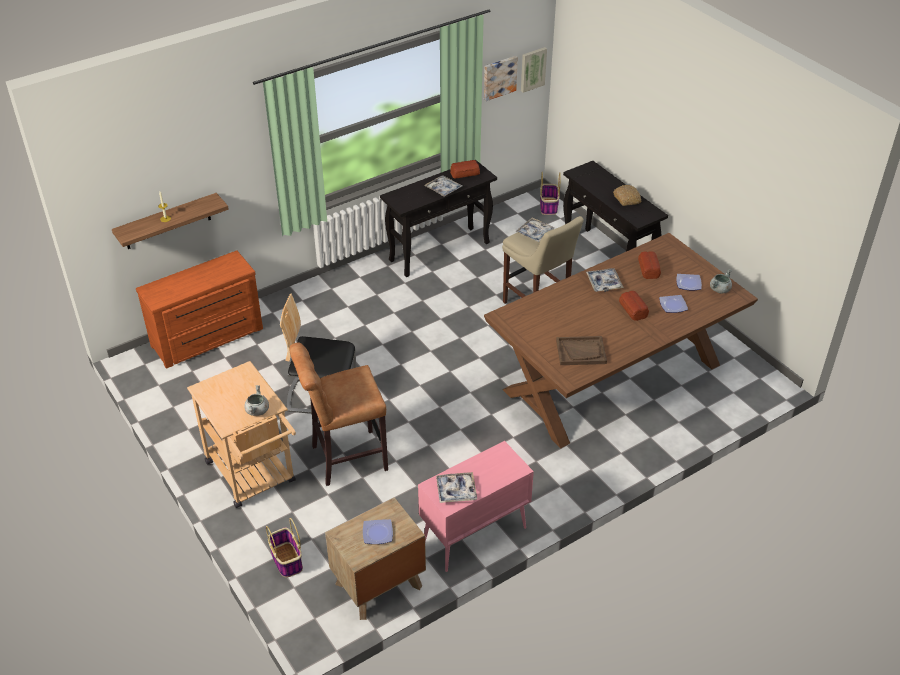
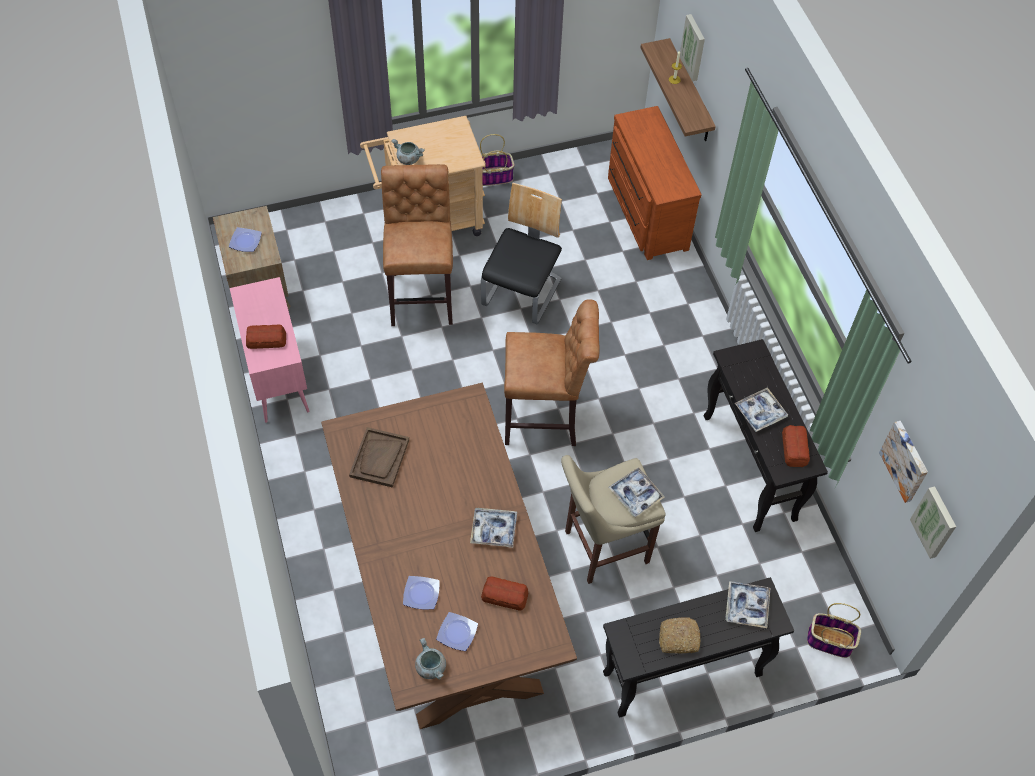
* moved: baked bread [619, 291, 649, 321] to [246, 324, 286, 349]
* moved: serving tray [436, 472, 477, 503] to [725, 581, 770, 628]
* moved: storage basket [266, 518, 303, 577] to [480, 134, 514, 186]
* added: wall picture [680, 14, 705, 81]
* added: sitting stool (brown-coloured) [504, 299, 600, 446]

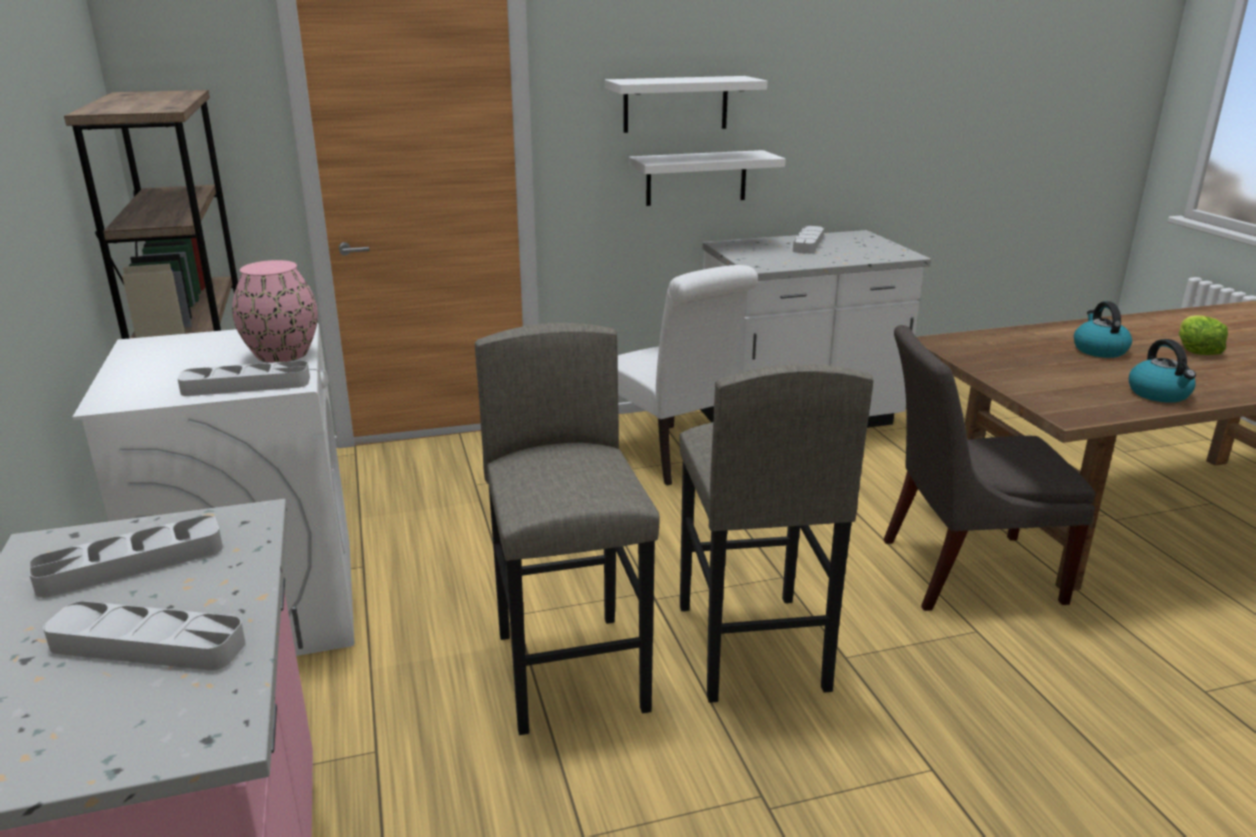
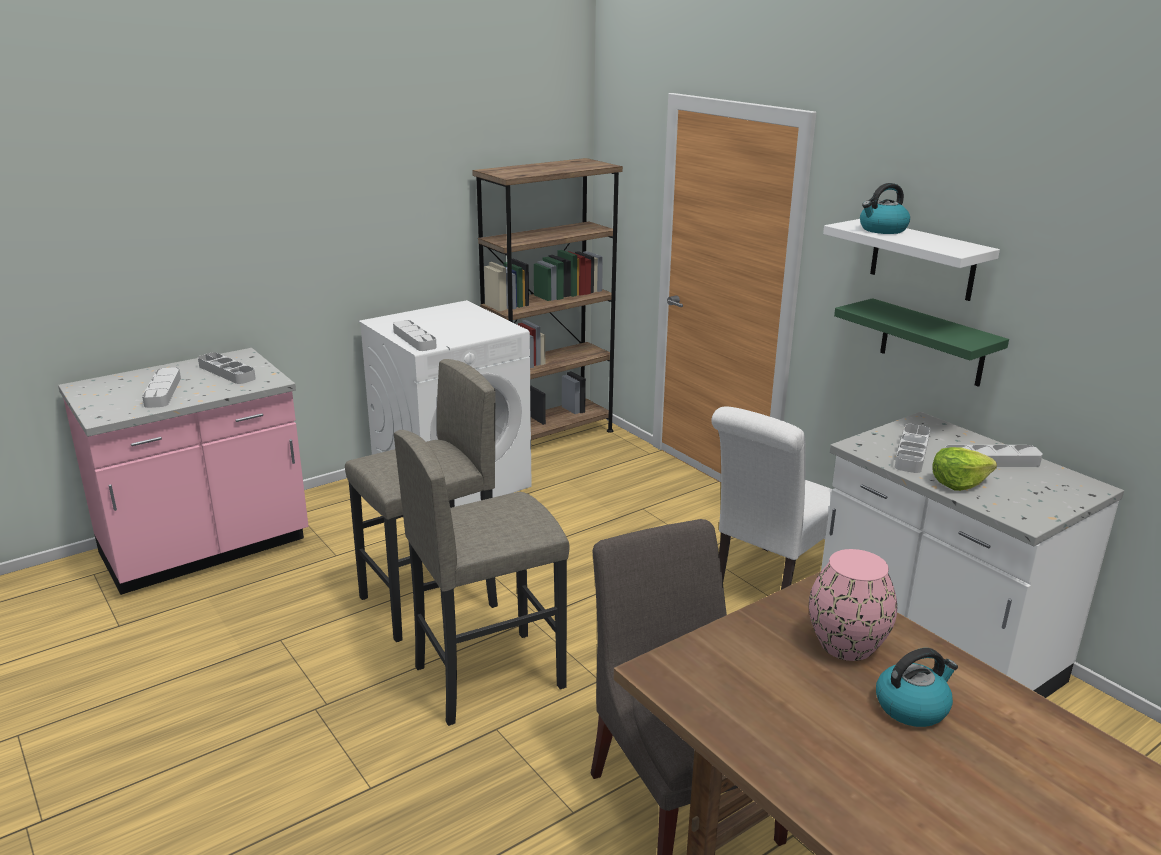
* recoloured: wall shelf (whitish) [629, 150, 786, 206] to wall shelf (green-coloured) [834, 298, 1009, 387]
* moved: vase (pink-coloured) [232, 260, 318, 363] to [809, 549, 897, 661]
* moved: lettuce [1178, 315, 1228, 355] to [932, 447, 997, 491]
* moved: kettle [1129, 339, 1196, 403] to [860, 183, 910, 234]
* added: serving tray (gray) [895, 424, 930, 473]

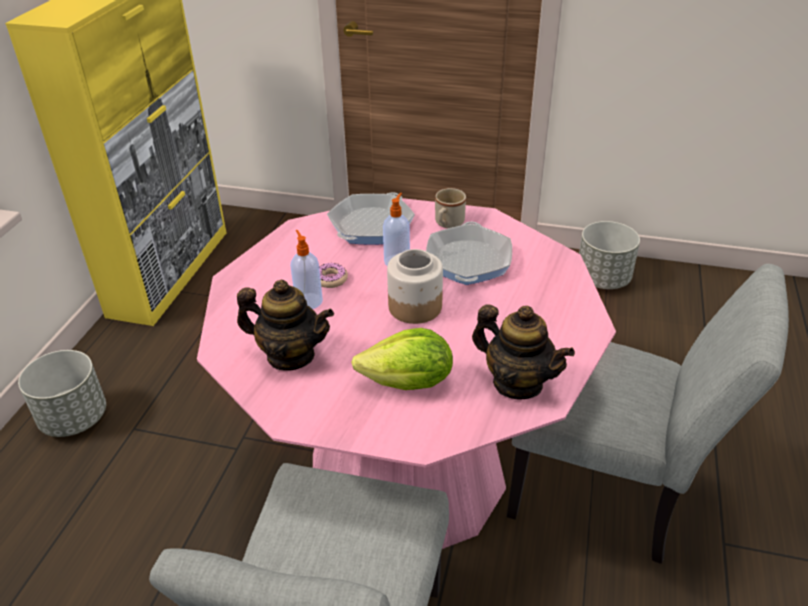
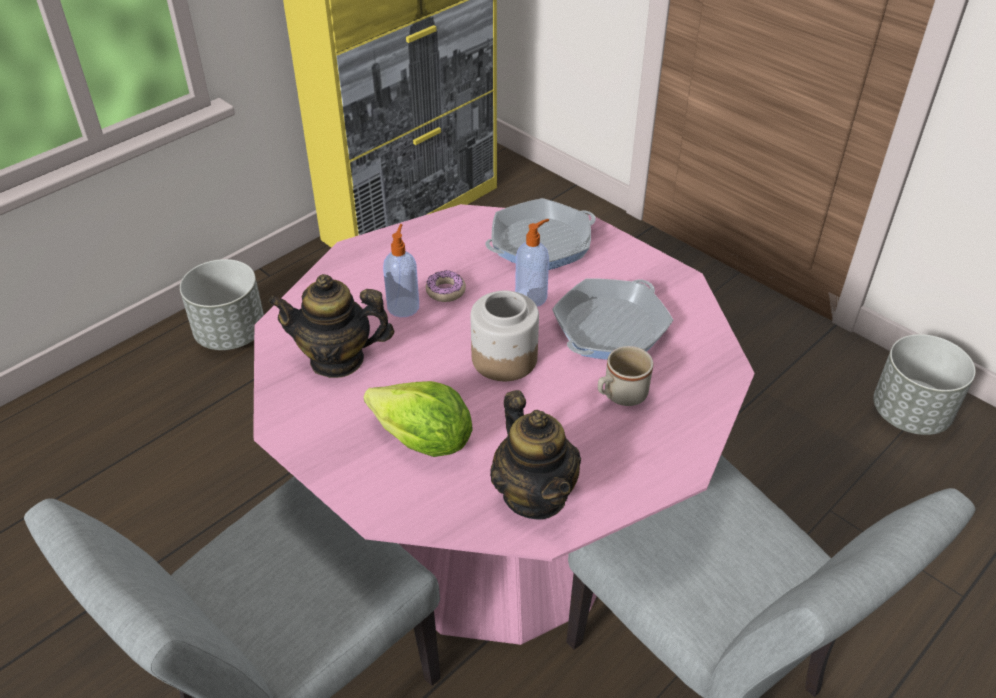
* moved: tea mug (beige) [435, 188, 466, 228] to [598, 346, 653, 406]
* turned: tea pot [237, 280, 334, 371] = [268, 274, 394, 378] 135 degrees clockwise

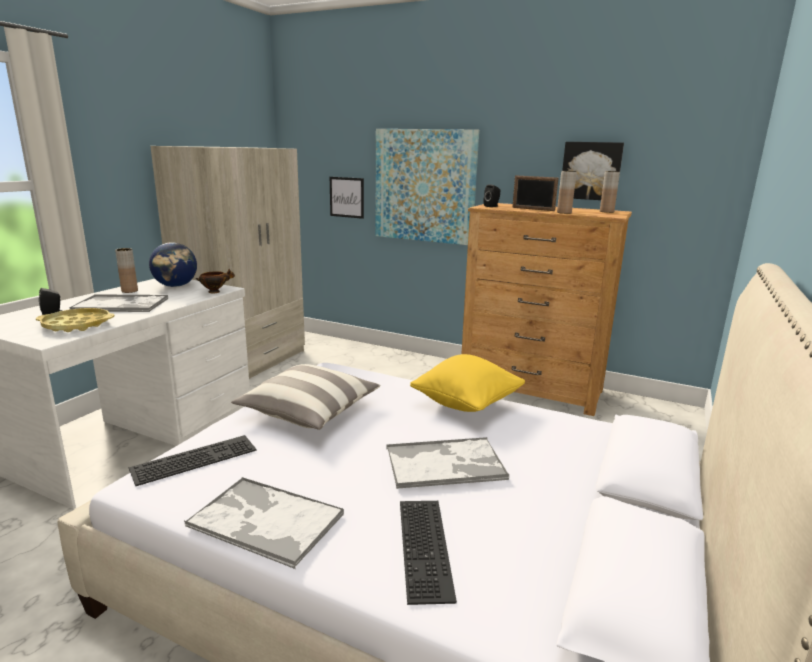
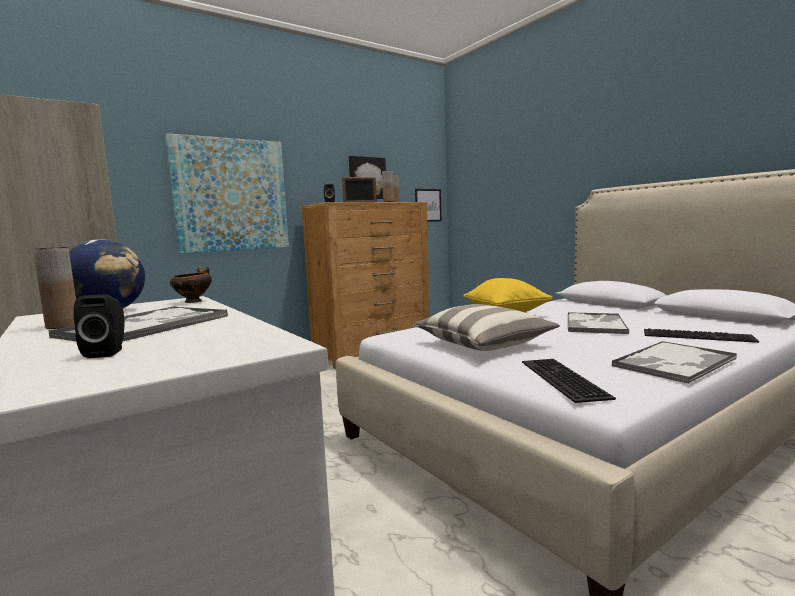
* moved: wall picture [330, 177, 364, 219] to [415, 189, 442, 222]
* removed: serving tray (yellowish) [36, 308, 115, 332]

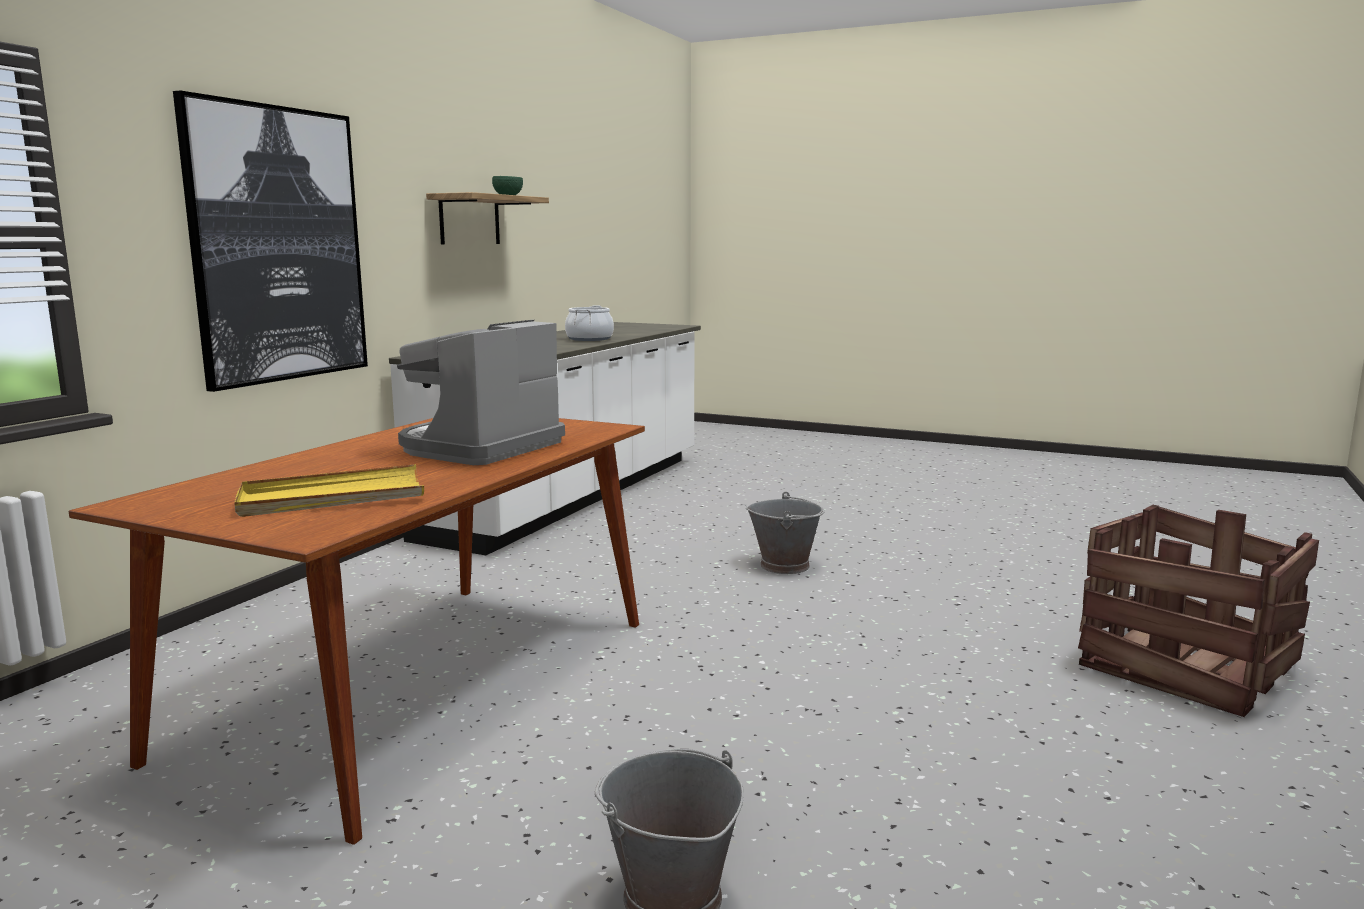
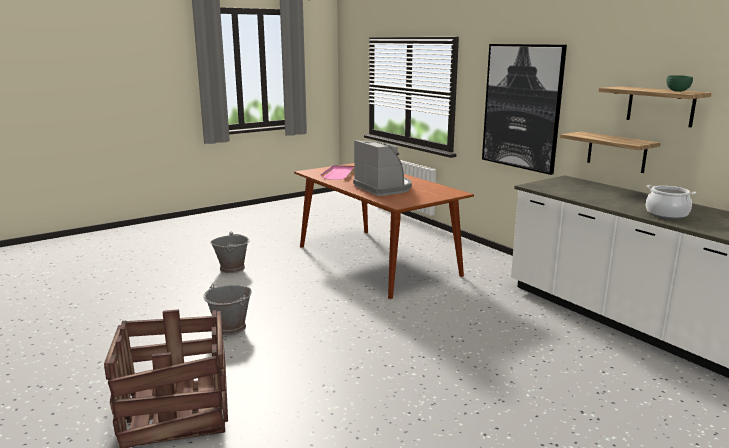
* recoloured: serving tray (yellowish) [234, 464, 424, 517] to serving tray (pink-coloured) [320, 165, 354, 180]
* moved: pail (gray) [746, 492, 825, 574] to [203, 284, 252, 335]
* added: wall shelf [560, 131, 660, 173]

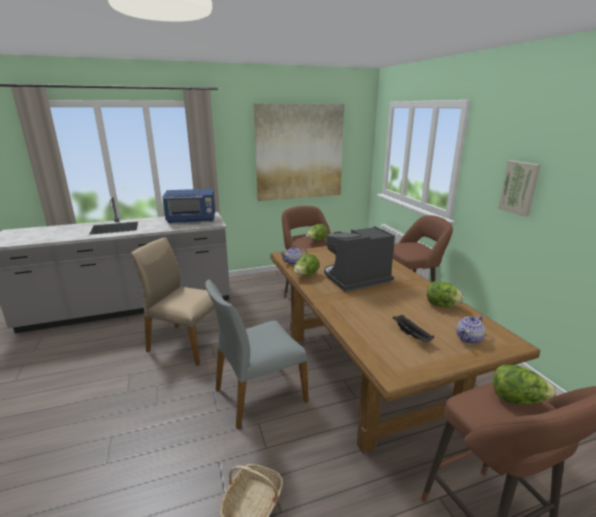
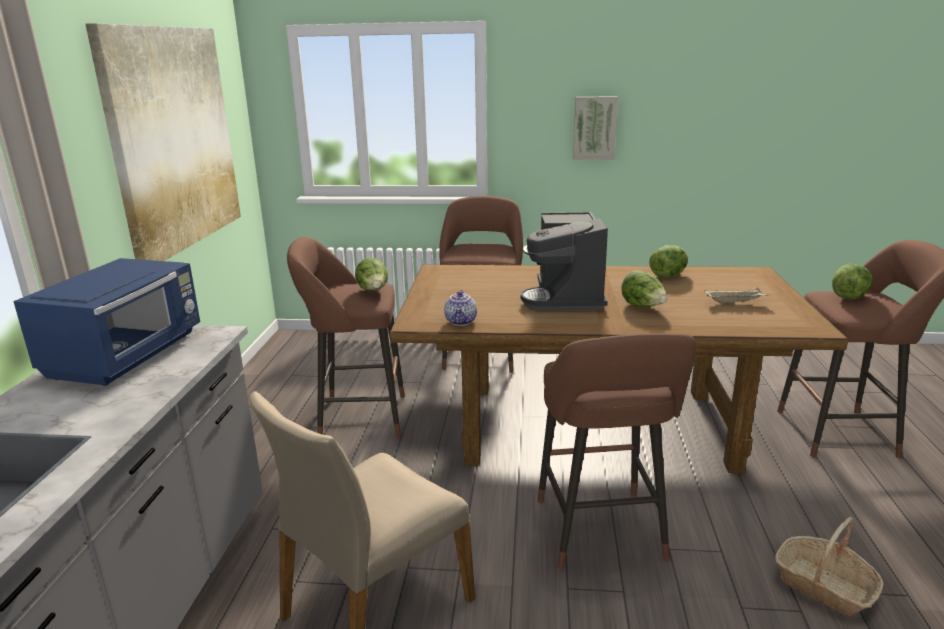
* moved: lettuce [294, 254, 320, 276] to [621, 270, 667, 307]
* replaced: chair (gray) [205, 279, 309, 429] to sitting stool (brown-coloured) [538, 333, 696, 569]
* recoloured: serving tray (black-coloured) [393, 315, 434, 342] to serving tray (beige) [704, 288, 769, 305]
* removed: tea pot [456, 315, 485, 344]

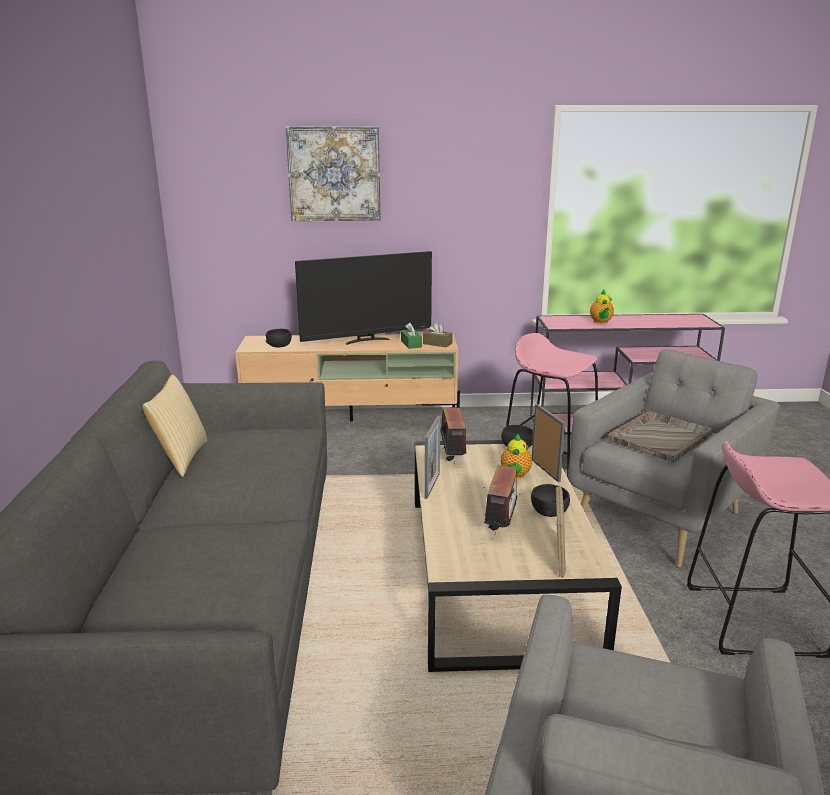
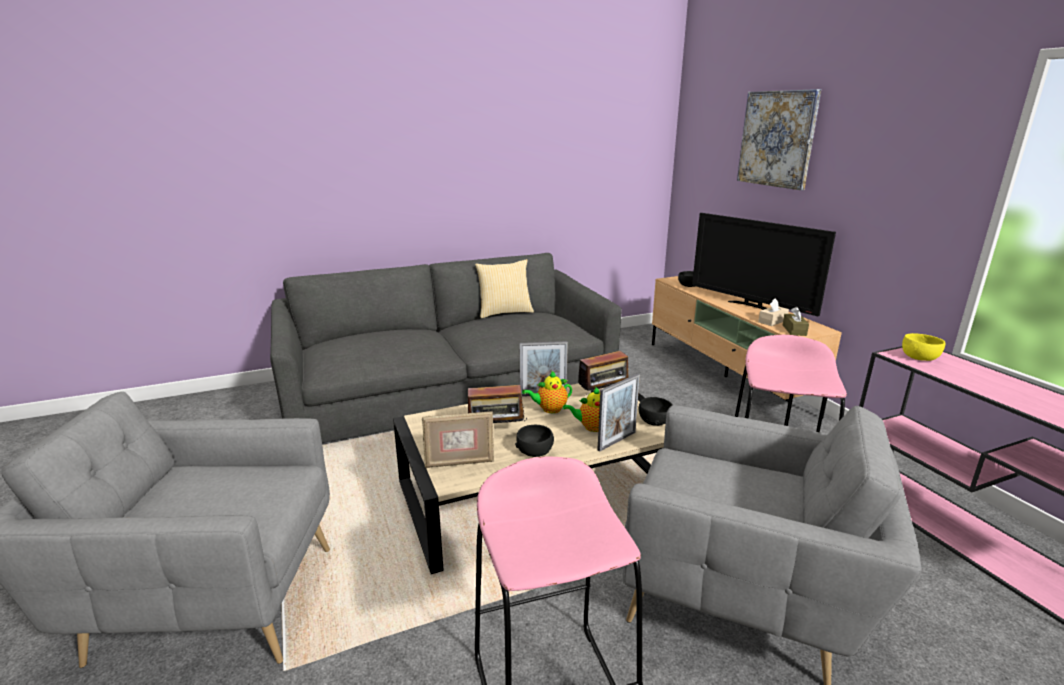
* moved: tea pot [590, 290, 614, 324] to [522, 371, 572, 413]
* recoloured: box of tissues (green-coloured) [401, 323, 422, 349] to box of tissues (beige) [758, 298, 789, 326]
* removed: serving tray (gray) [607, 411, 713, 462]
* added: deep dish (yellowish) [902, 333, 945, 361]

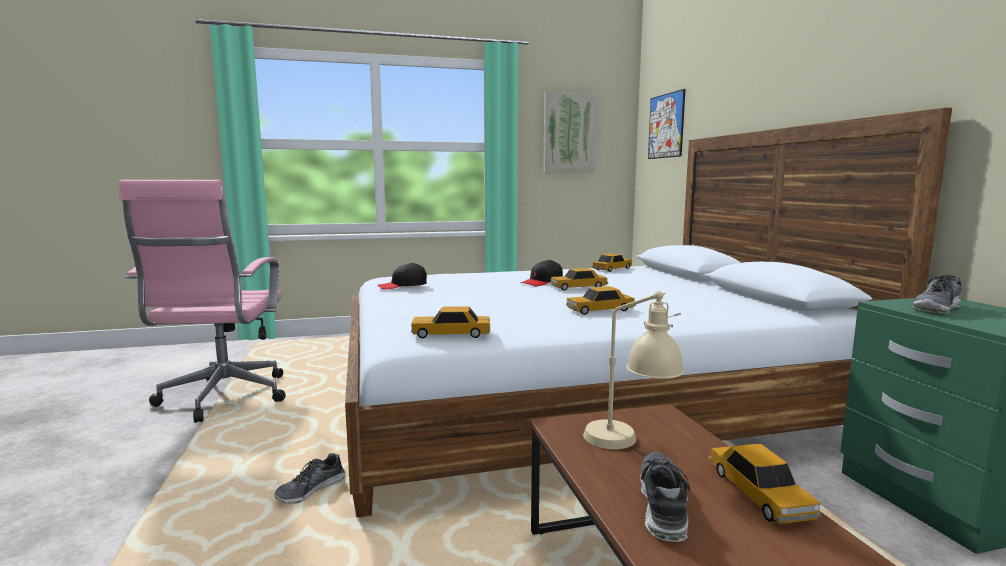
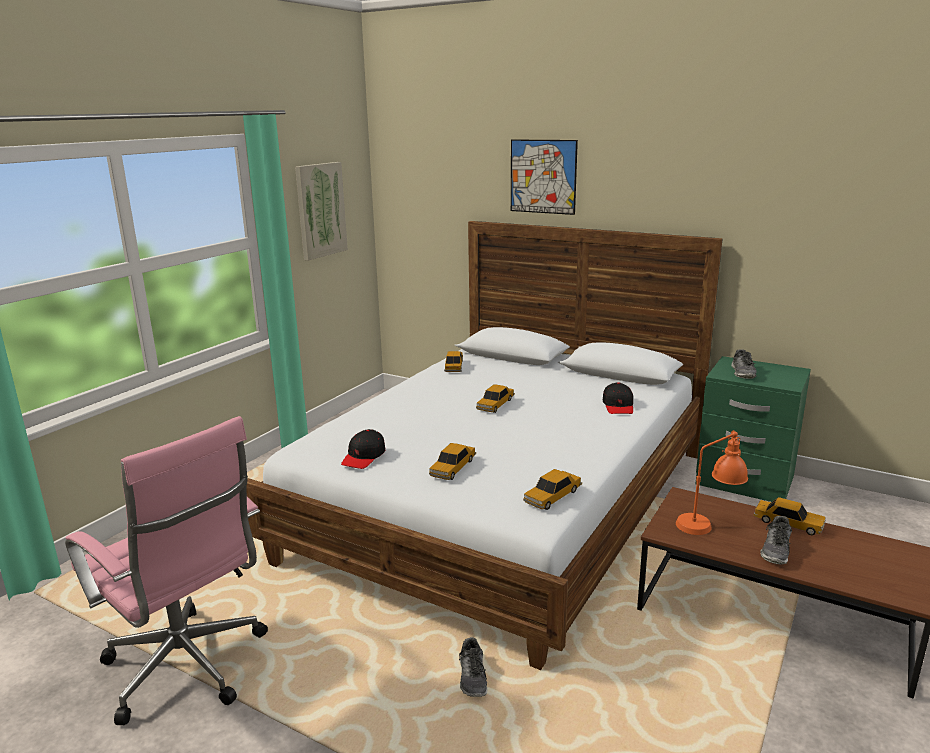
* moved: wall picture [648, 89, 685, 159] to [511, 140, 578, 215]
* moved: cap (black-coloured) [521, 260, 563, 286] to [603, 382, 633, 414]
* moved: model car [566, 286, 636, 315] to [429, 443, 476, 480]
* recoloured: tabletop lamp (beige) [583, 291, 684, 449] to tabletop lamp (orangey) [676, 430, 748, 535]
* turned: item of footwear [641, 452, 691, 542] = [760, 516, 792, 564] 120 degrees counterclockwise

